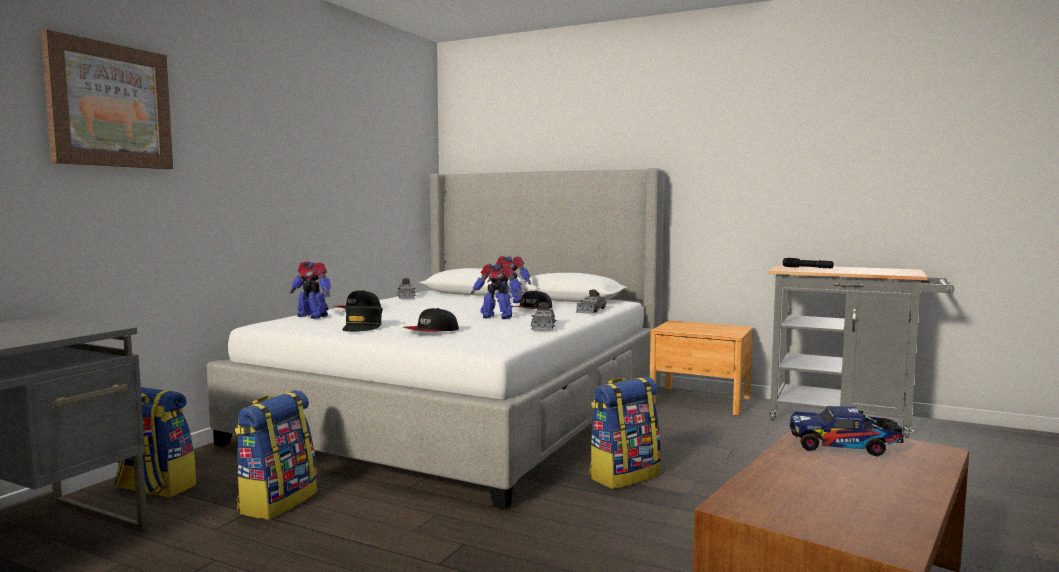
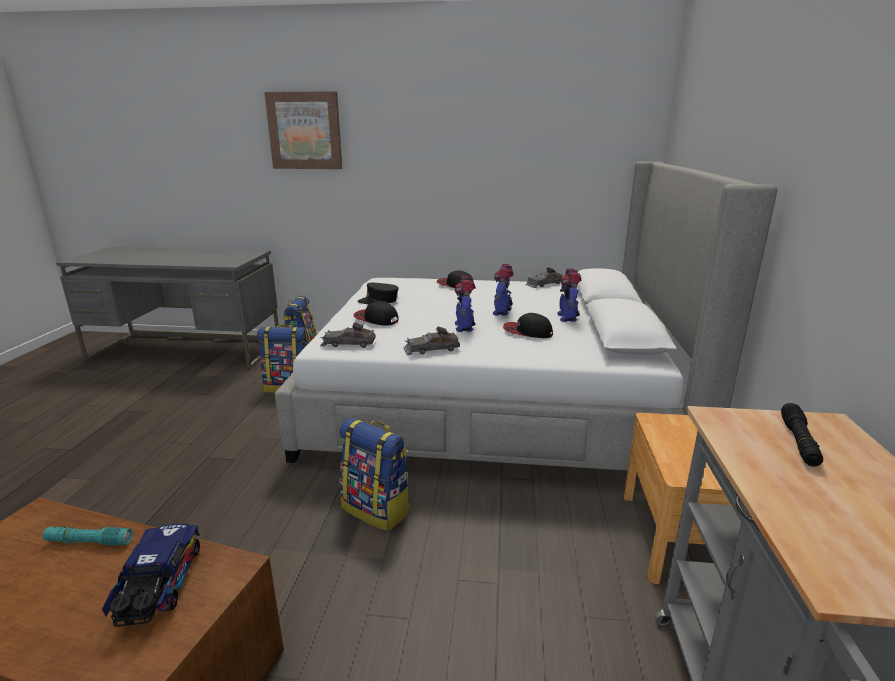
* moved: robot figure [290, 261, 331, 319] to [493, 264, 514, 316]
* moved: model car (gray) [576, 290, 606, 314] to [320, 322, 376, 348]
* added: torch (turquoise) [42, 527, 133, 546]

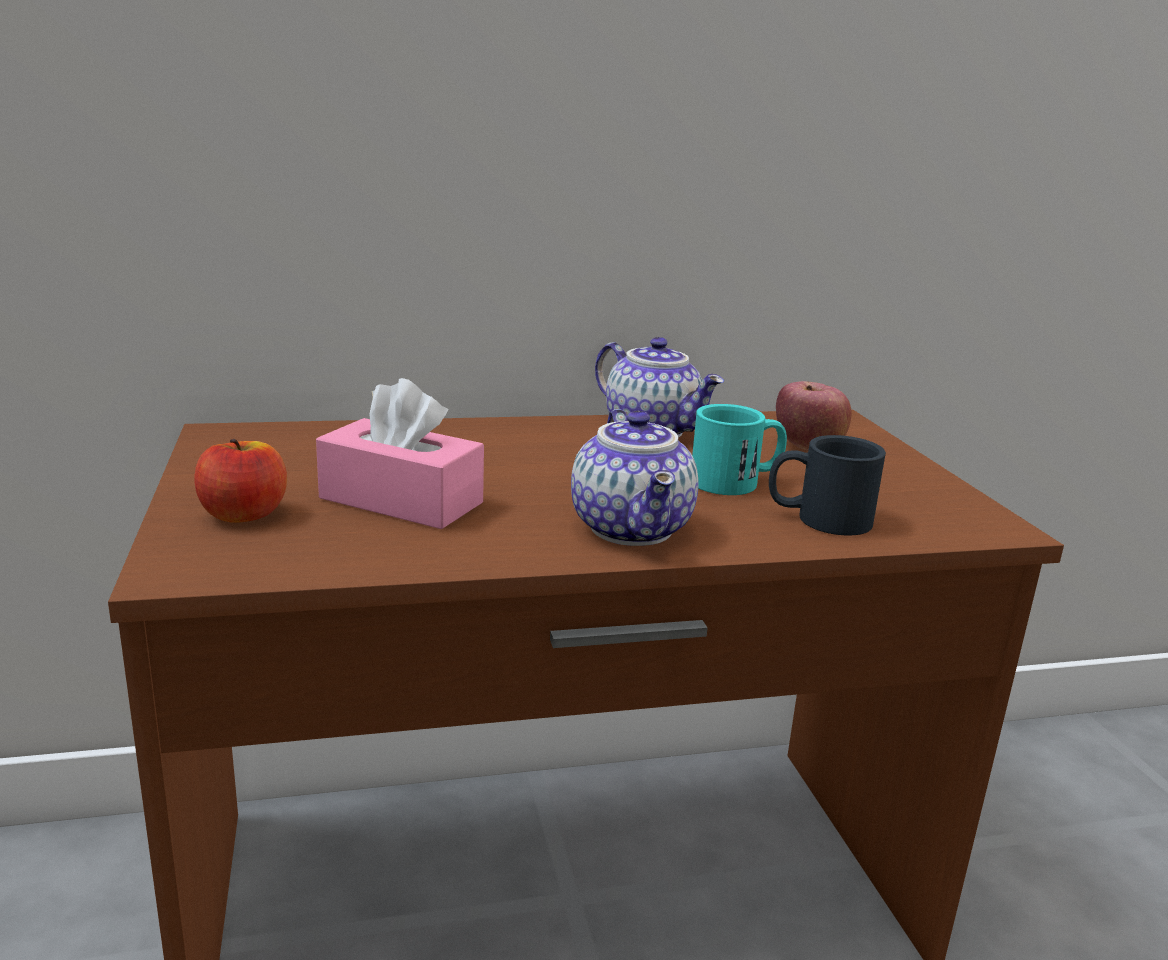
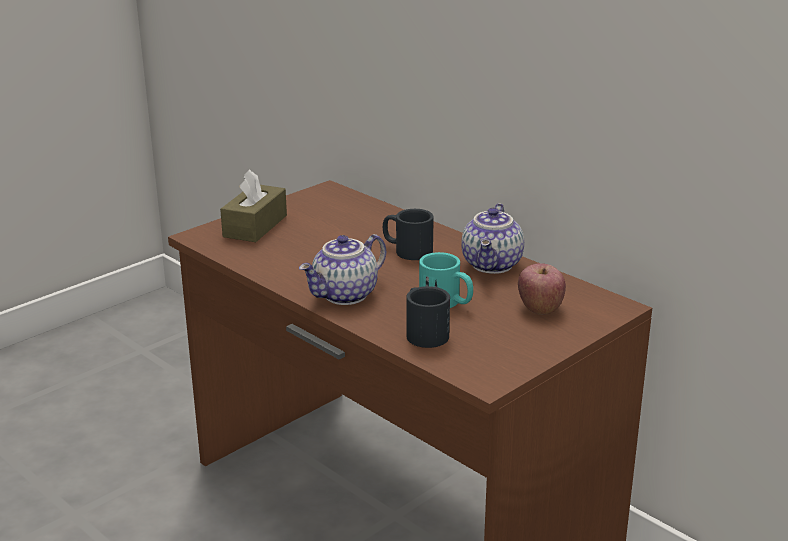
* removed: box of tissues (pink-coloured) [316, 378, 484, 529]
* replaced: apple [194, 439, 287, 523] to box of tissues (brown-coloured) [220, 169, 287, 242]
* added: tea mug (black-coloured) [383, 209, 434, 260]

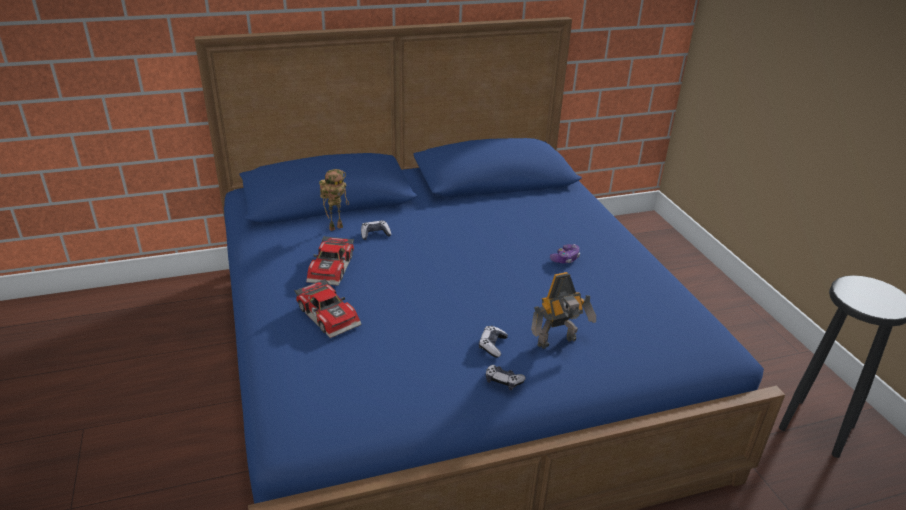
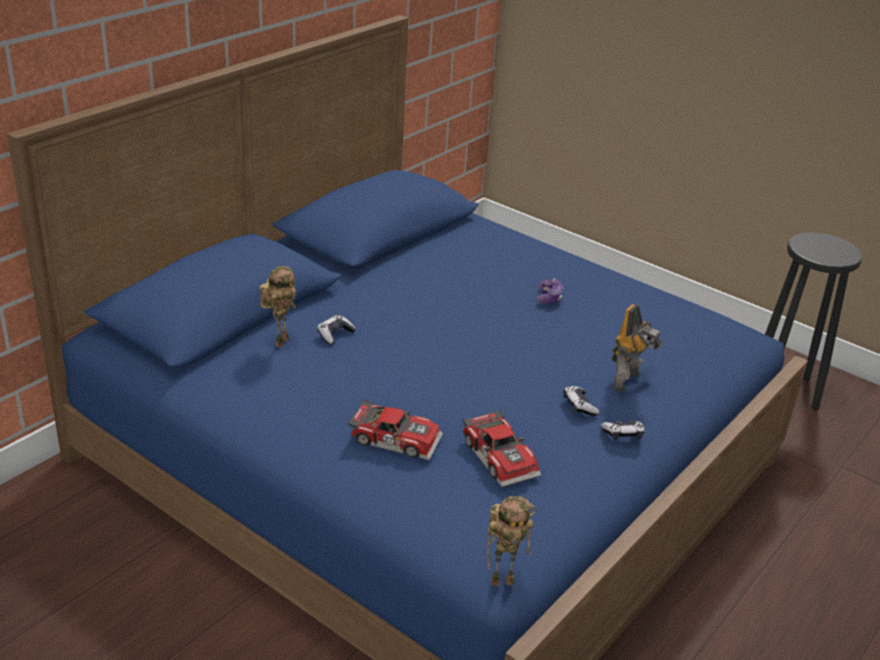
* moved: model car [306, 236, 354, 286] to [462, 409, 541, 487]
* added: robot figure [487, 496, 536, 586]

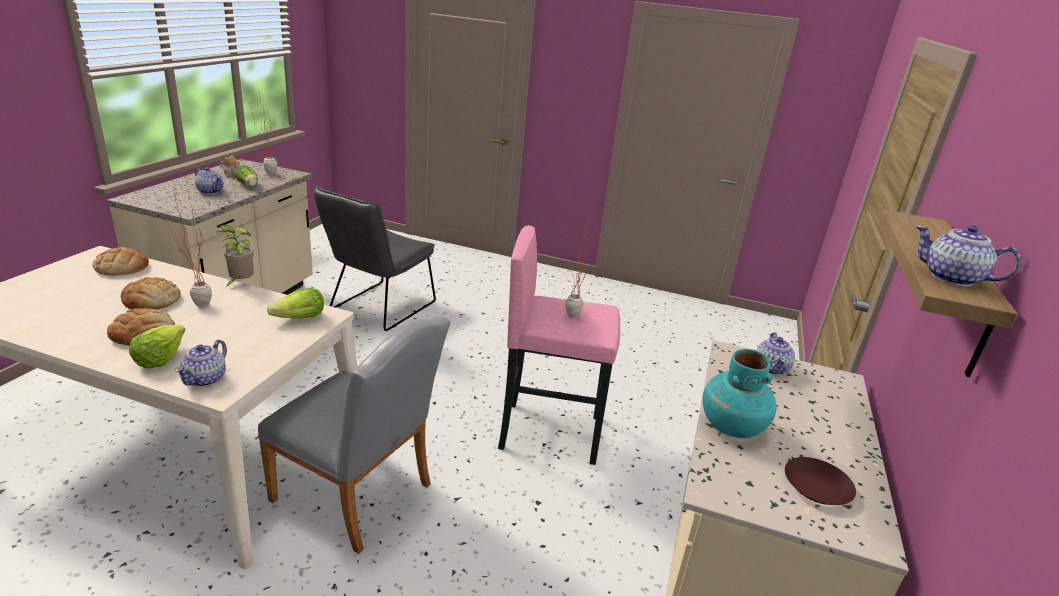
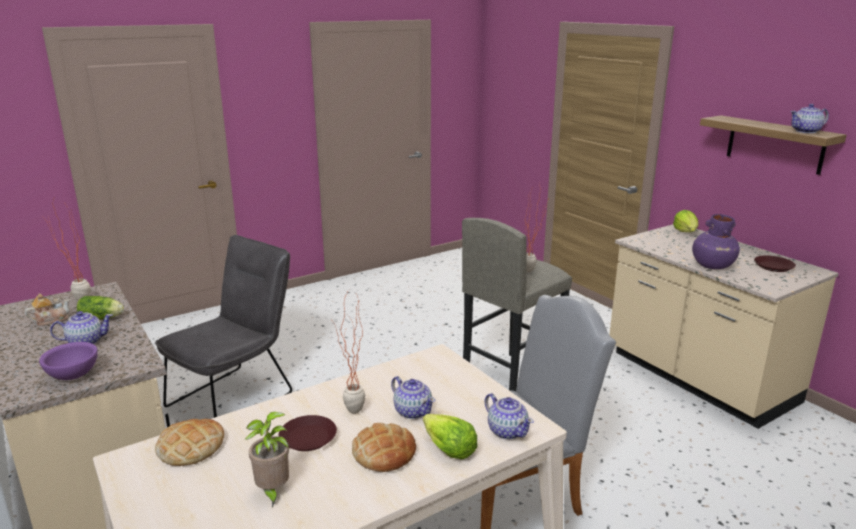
* turned: chair (gray) [314, 186, 436, 331] = [155, 235, 292, 418] 120 degrees counterclockwise
* moved: houseplant [217, 225, 254, 288] to [245, 412, 289, 507]
* recoloured: sitting stool (pink-coloured) [498, 226, 620, 465] to sitting stool (gray) [462, 218, 572, 391]
* replaced: baked bread [121, 277, 181, 309] to dinner plate (brown-coloured) [278, 415, 337, 451]
* moved: lettuce [267, 288, 324, 318] to [673, 210, 699, 232]
* moved: tea pot [756, 332, 795, 375] to [391, 376, 435, 419]
* recoloured: vase (turquoise) [703, 349, 777, 438] to vase (purplish) [692, 214, 740, 269]
* added: deep dish (purplish) [39, 342, 98, 380]

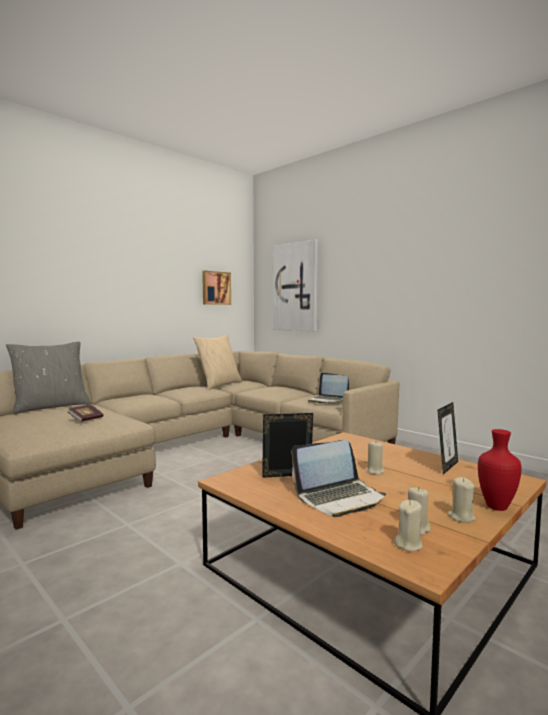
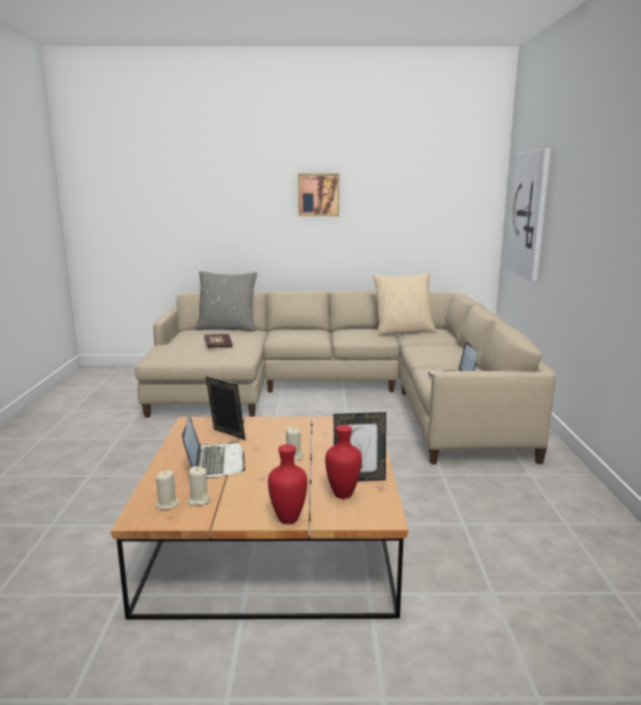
* moved: wall picture [202, 271, 231, 305] to [298, 174, 339, 216]
* turned: laptop [292, 440, 386, 517] = [182, 416, 246, 479] 120 degrees counterclockwise
* removed: wax candle (beige) [447, 477, 476, 523]
* added: vase (red-coloured) [325, 425, 362, 499]

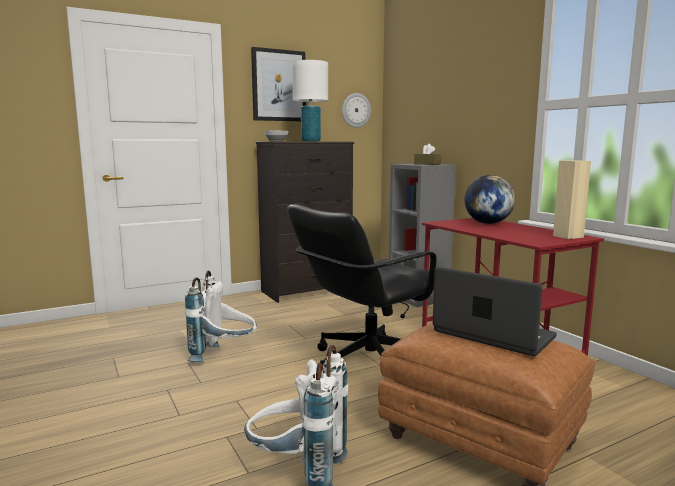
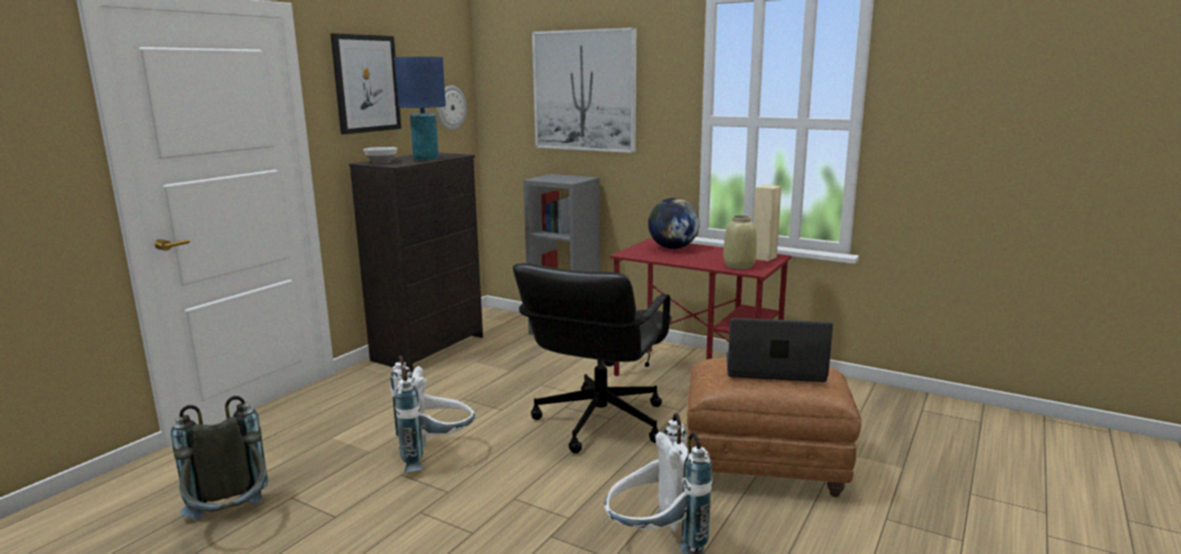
* recoloured: tabletop lamp (whitish) [292, 60, 328, 142] to tabletop lamp (bluish) [394, 57, 446, 160]
* removed: box of tissues (brown-coloured) [414, 144, 441, 165]
* added: wall picture [532, 27, 637, 153]
* added: vase (beige) [724, 215, 757, 269]
* added: backpack (gray) [171, 396, 268, 519]

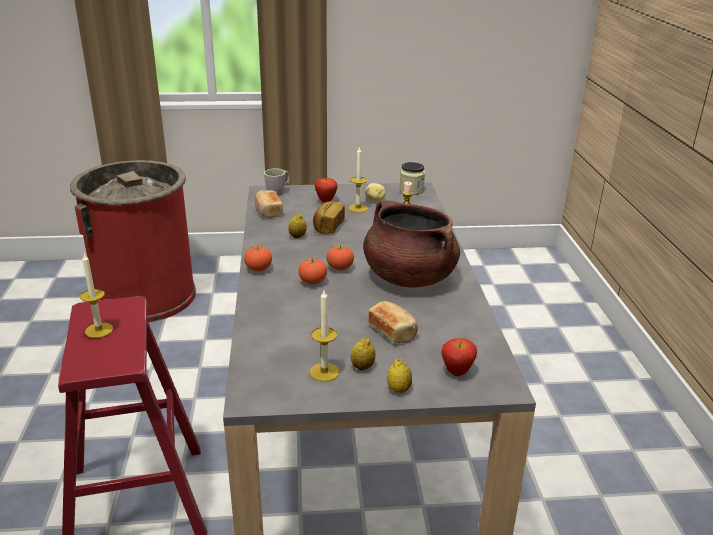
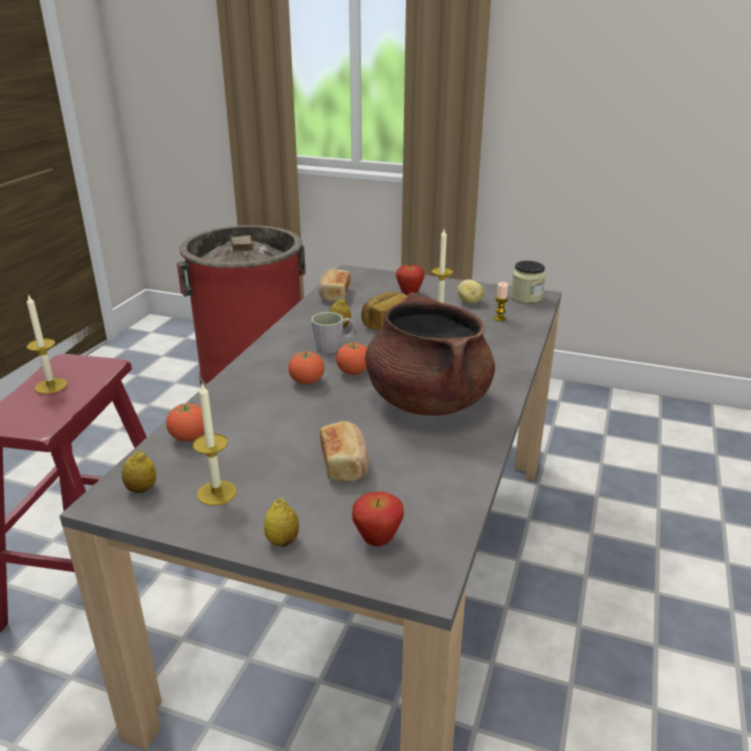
* moved: tea mug (gray) [264, 169, 290, 196] to [311, 312, 355, 354]
* moved: whole tomato [244, 246, 272, 271] to [166, 403, 204, 442]
* moved: citrus fruit [351, 338, 376, 370] to [122, 451, 156, 493]

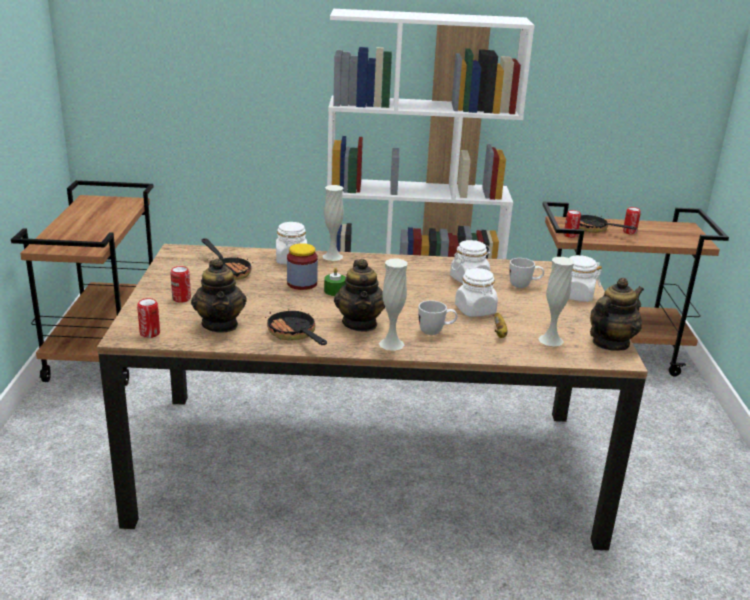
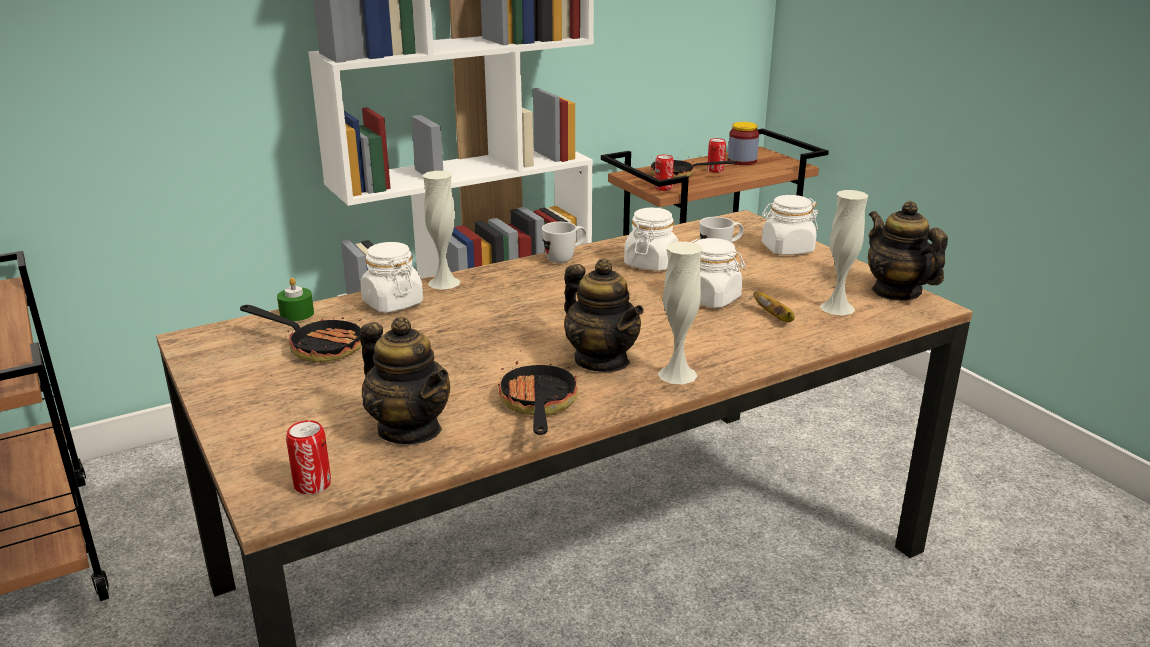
* moved: preserve jar [287, 243, 318, 290] to [728, 122, 759, 165]
* removed: can [171, 266, 191, 303]
* moved: wax candle (green-coloured) [324, 267, 346, 296] to [277, 277, 314, 321]
* turned: tea pot [590, 278, 644, 351] = [868, 201, 948, 301] 45 degrees counterclockwise
* moved: tea mug (whitish) [418, 300, 457, 335] to [542, 222, 587, 263]
* turned: skillet [265, 311, 327, 345] = [498, 361, 578, 435] 60 degrees clockwise

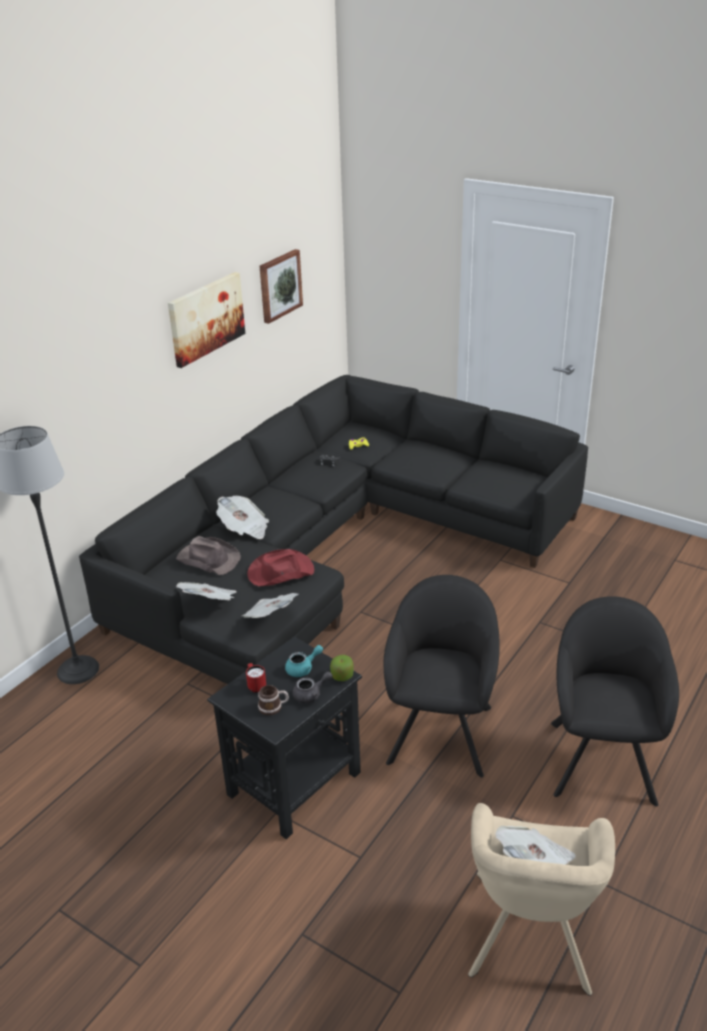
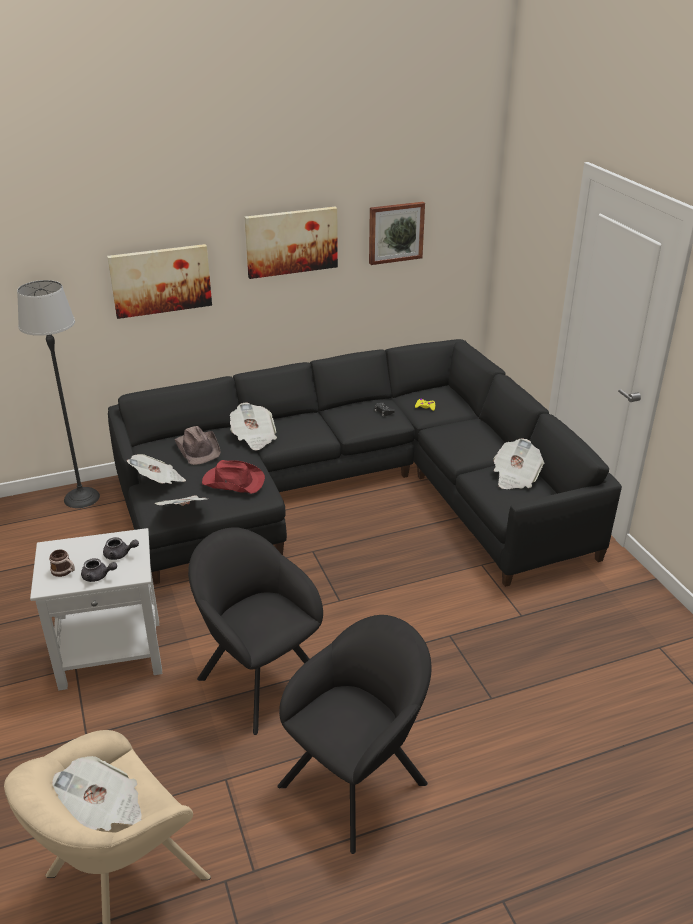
* turned: armchair (black-coloured) [384, 575, 500, 777] = [188, 527, 323, 735] 90 degrees counterclockwise
* recoloured: side table (black-coloured) [207, 637, 362, 839] to side table (whitish) [30, 528, 162, 691]
* recoloured: tea pot (turquoise) [285, 645, 323, 677] to tea pot (gray) [103, 537, 139, 560]
* removed: apple [330, 655, 353, 681]
* removed: tea mug (red-coloured) [246, 663, 266, 693]
* added: wall picture [107, 244, 212, 319]
* added: newspaper [493, 438, 544, 489]

